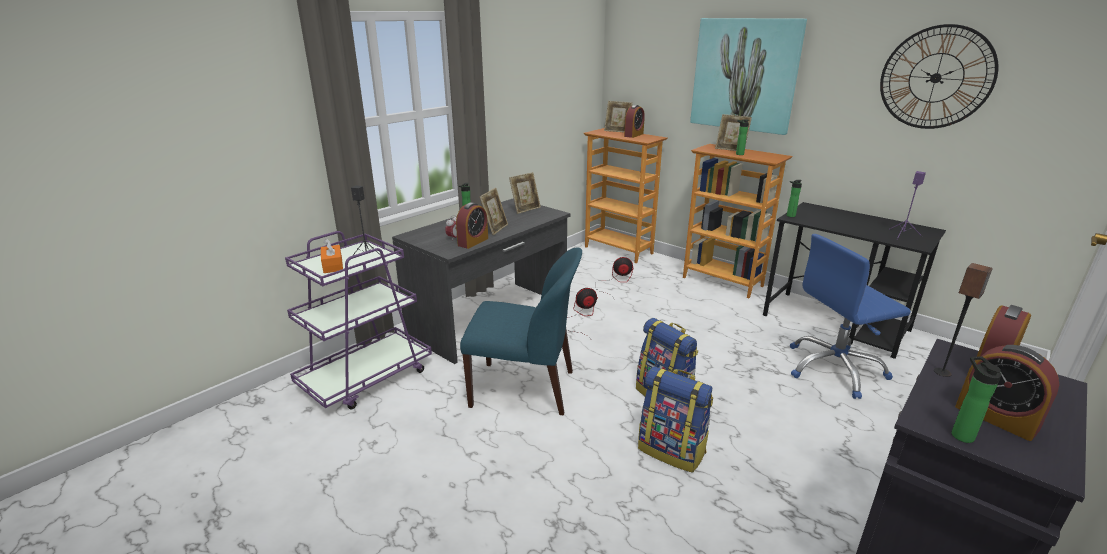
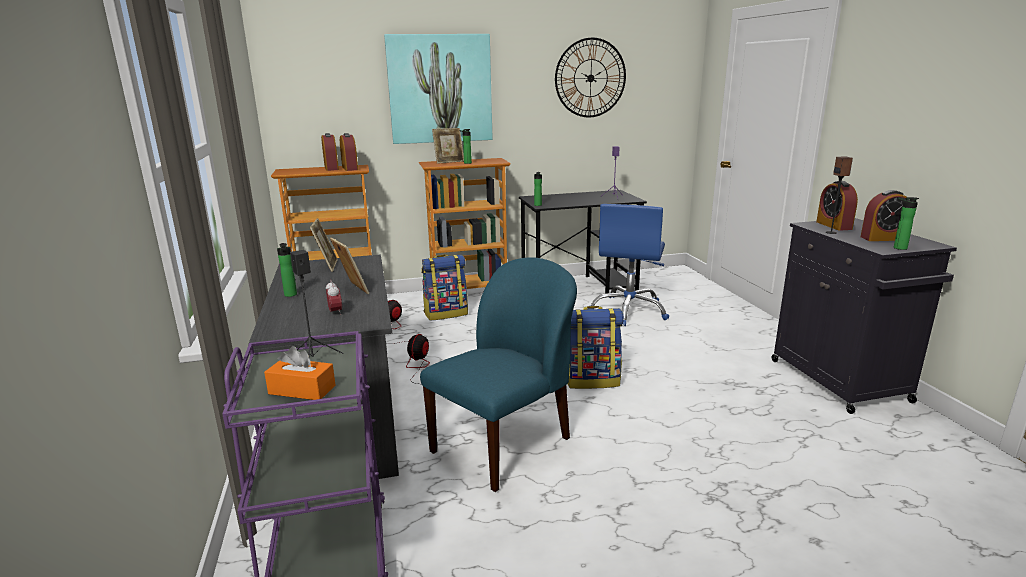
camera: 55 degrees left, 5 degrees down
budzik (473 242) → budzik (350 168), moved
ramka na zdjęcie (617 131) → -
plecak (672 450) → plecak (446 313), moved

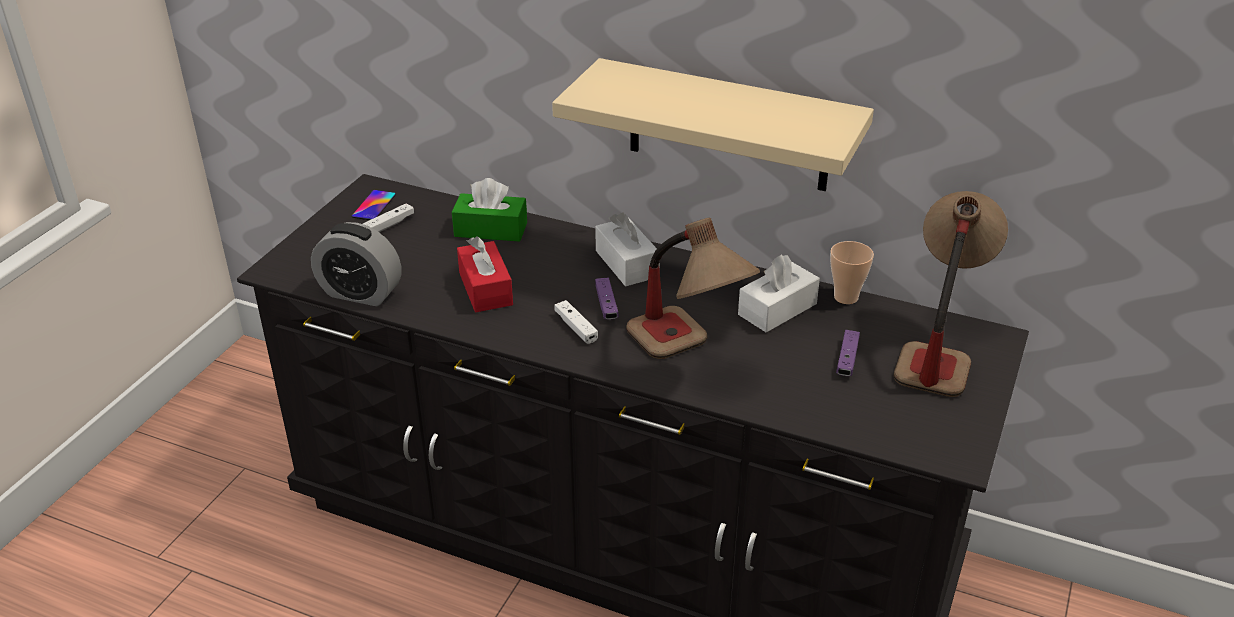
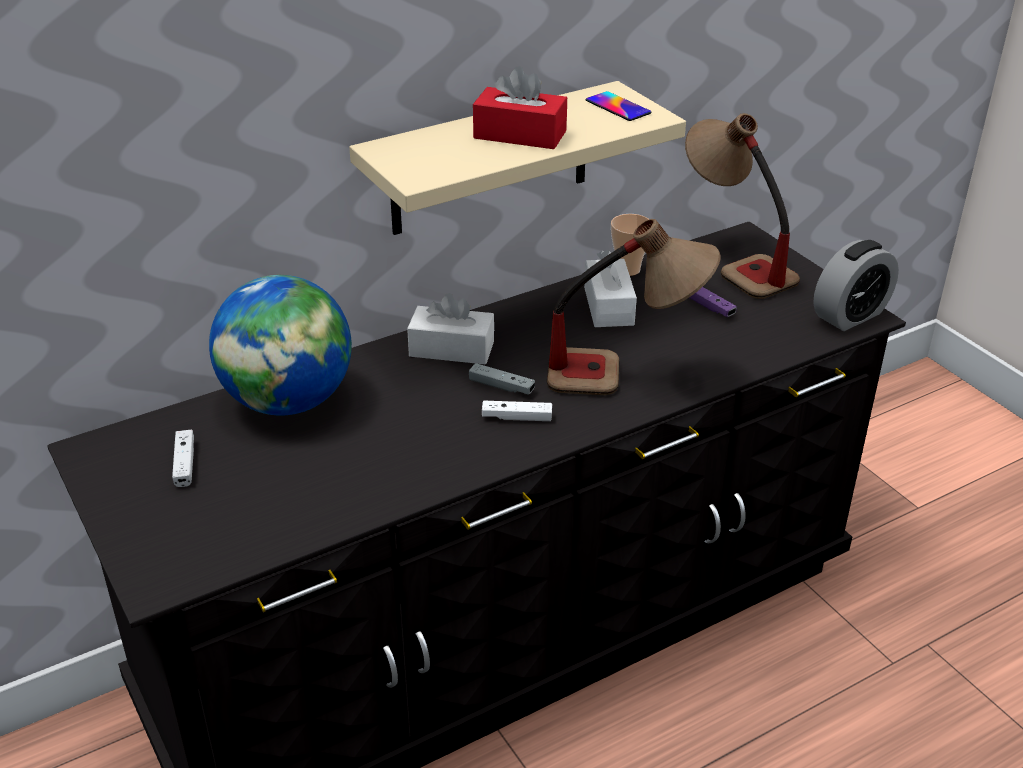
camera: 55 degrees left, 0 degrees up
budzik (360 293) → budzik (850 315), moved
telefon (374 206) → telefon (618 107), moved
pudełko chusteczek/zielony (491 229) → globus (288 401)
pudełko chusteczek/czerwony (485 289) → pudełko chusteczek/czerwony (520 135), moved
pad do gier/fioletowy (606 305) → pad do gier/szary (501 386)

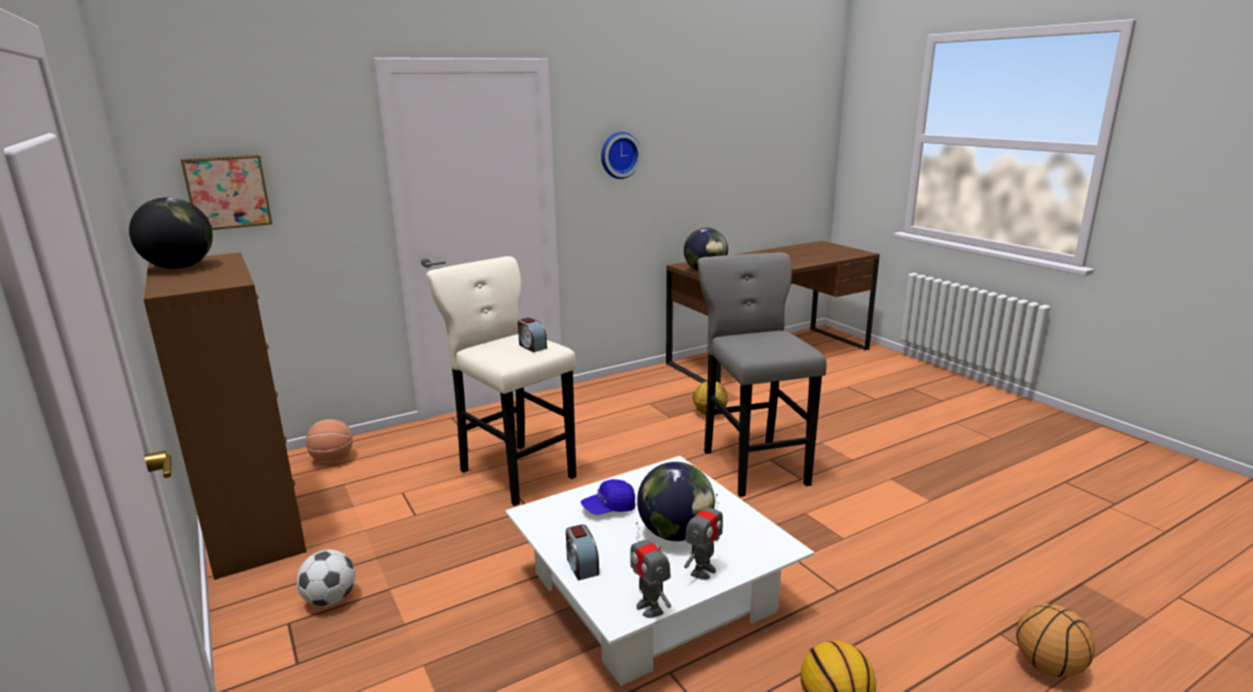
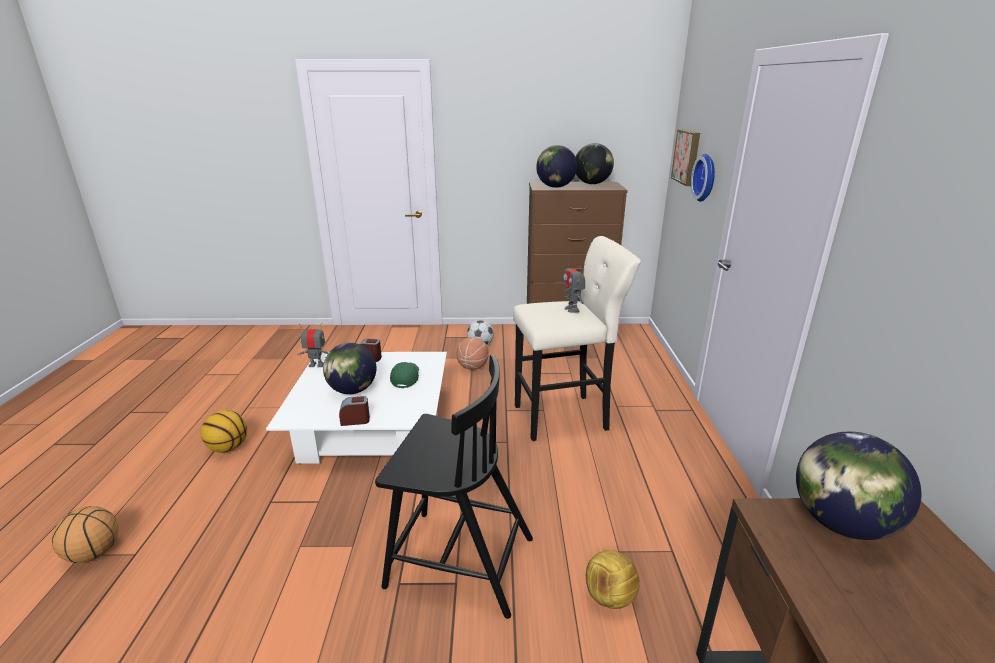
camera: 120 degrees right, 5 degrees up
piłka do koszykówki (333 459) → piłka do koszykówki (472 367), moved
budzik (532 346) → budzik (355 420), moved
czapka z daszkiem/niebieski (609 508) → czapka z daszkiem/zielony (405 379)
zegar ścienny (619 155) → zegar ścienny (706 177), moved
robot zabawkowy (703 571) → robot zabawkowy (572 309), moved
stołek/szary (753 465) → krzesło/czarny (457 560)
- → globus (555 187)

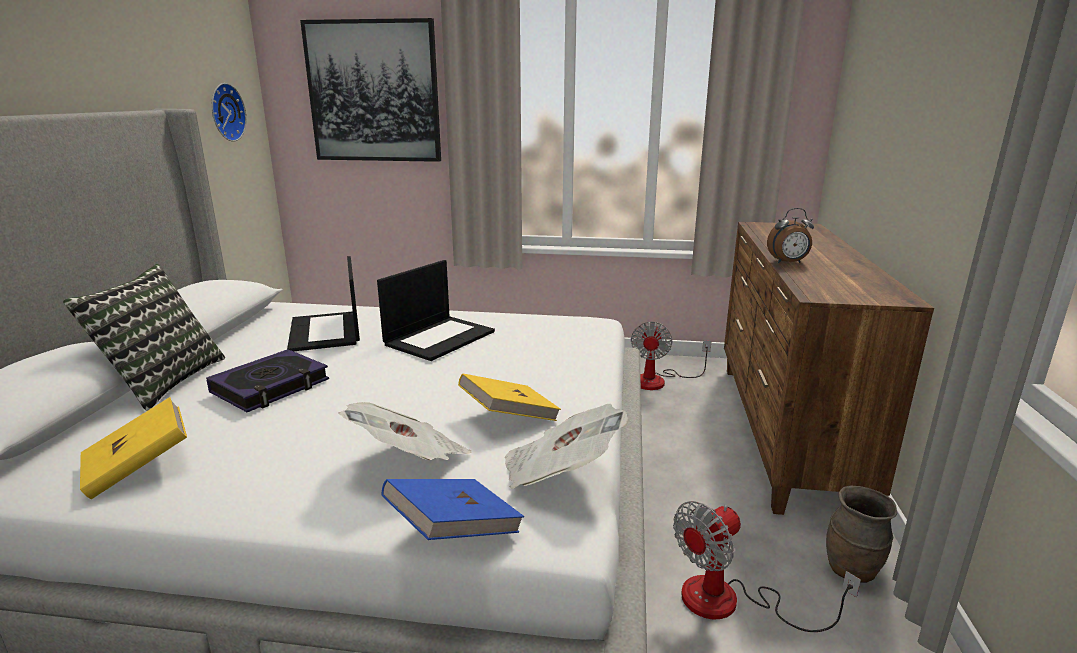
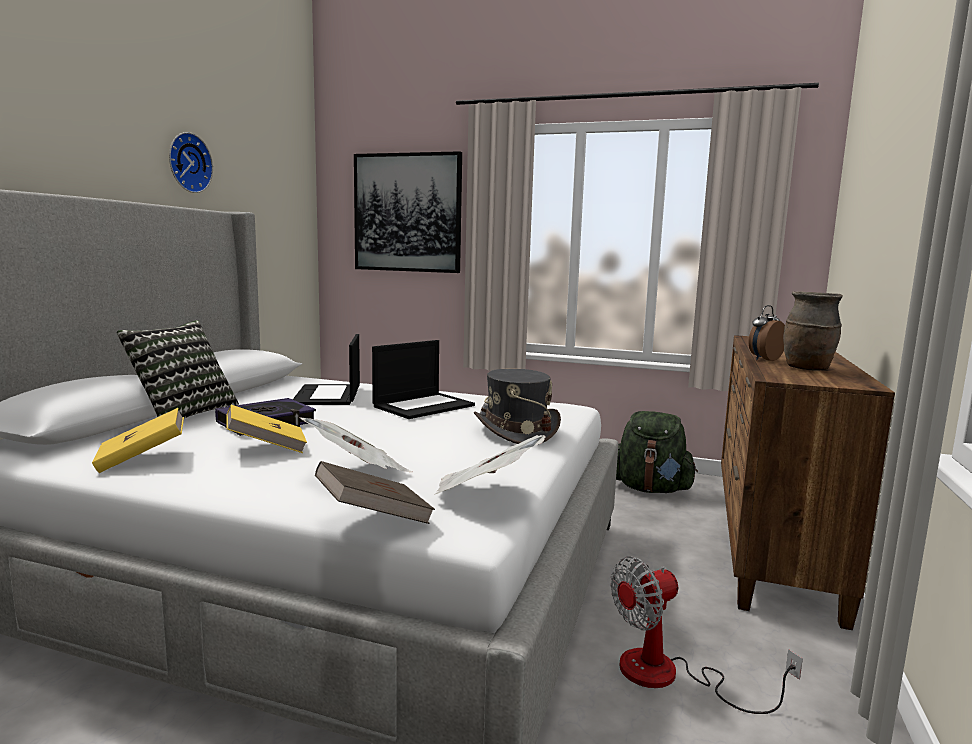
camera: 10 degrees right, 10 degrees down
zegar ścienny (225 112) → zegar ścienny (187 163), moved
książka/niebieski (454 531) → książka/brązowy (374 517)
książka/żółty (509 417) → książka/żółty (266 447), moved
wentylator (659 380) → plecak/zielony (650 489)
budzik (788 263) → budzik (763 359), 135 degrees clockwise
wazon/brązowy (852 571) → wazon/brązowy (807 369), moved
- → kapelusz/szary (515 431)

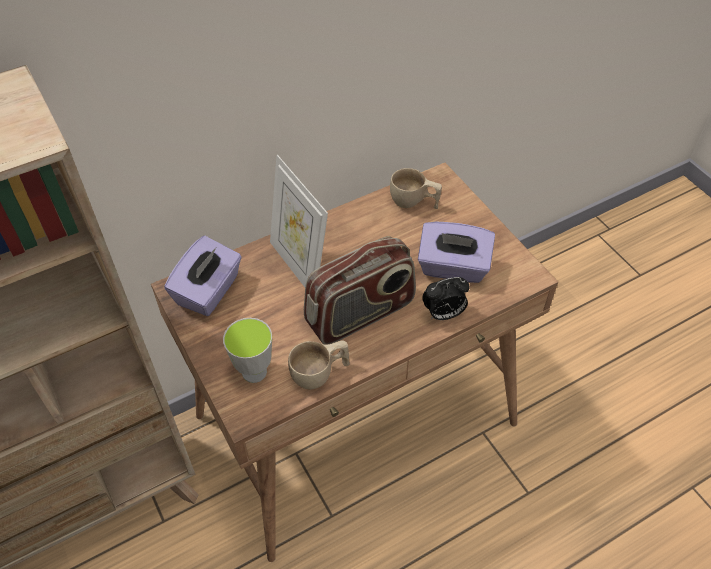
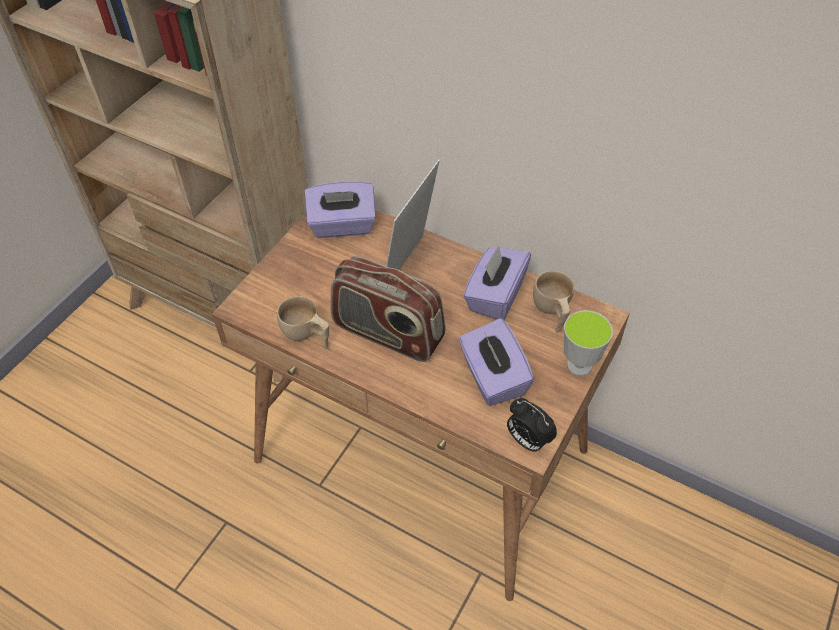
camera: 60 degrees right, 0 degrees up
filiżanka (254 372) → filiżanka (579 365), moved
budzik (443 314) → budzik (527 440), moved
- → pudełko chusteczek/fioletowy (495 296)

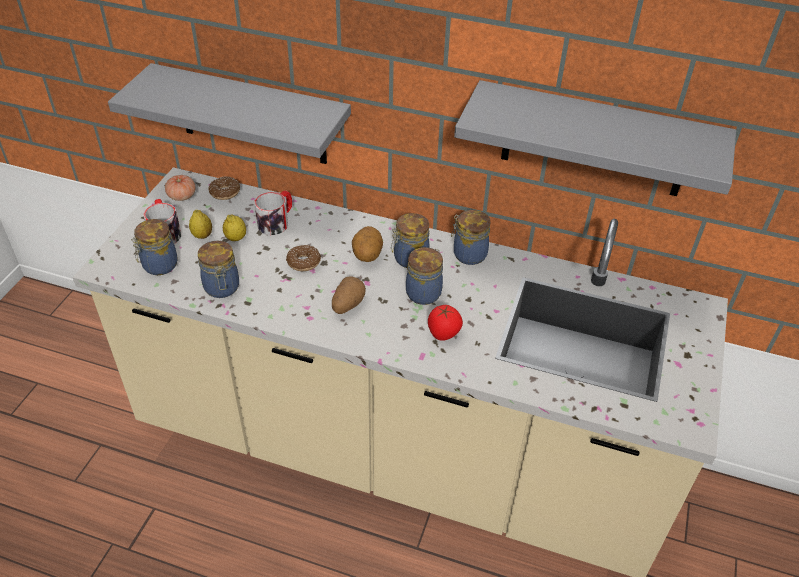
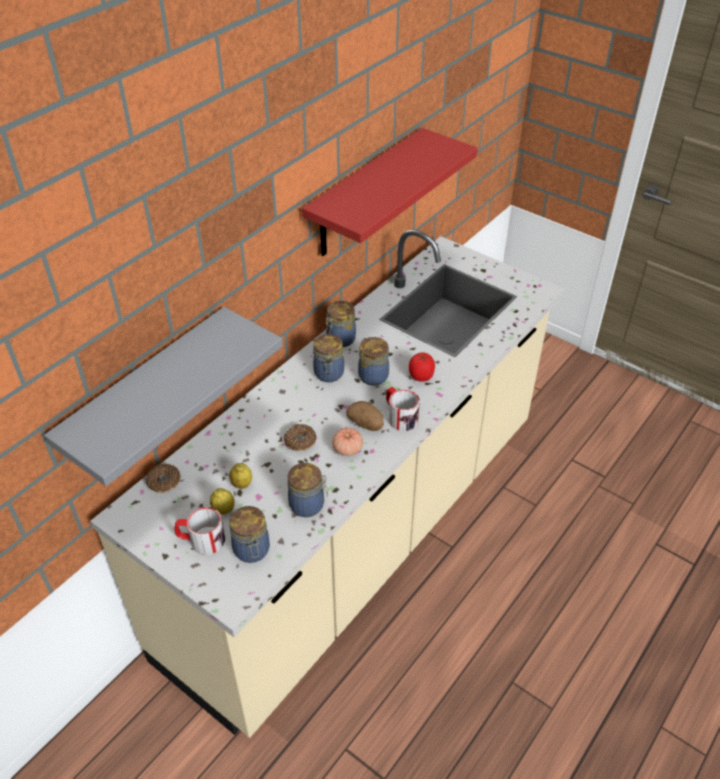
camera: 70 degrees left, 0 degrees up
pomidor (182 196) → pomidor (347 449), moved
kubek (277 221) → kubek (399 416), moved
ziemniak (367 255) → -
półka/szary (595 140) → półka/czerwony (365 194)

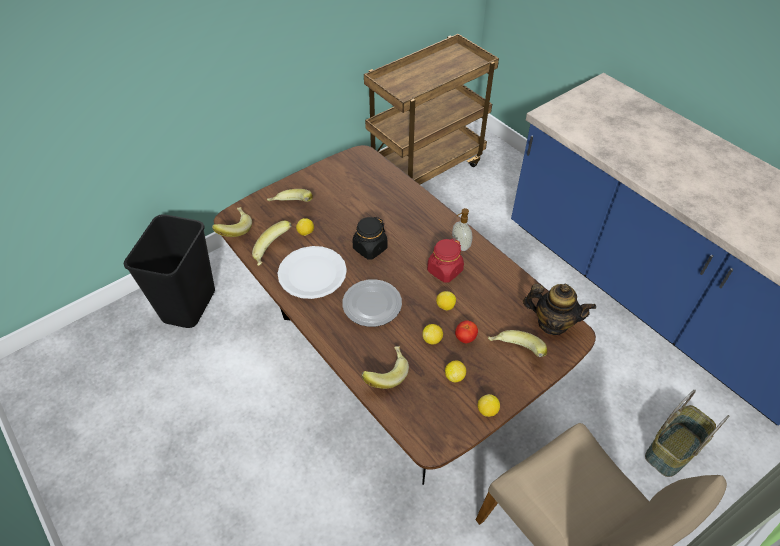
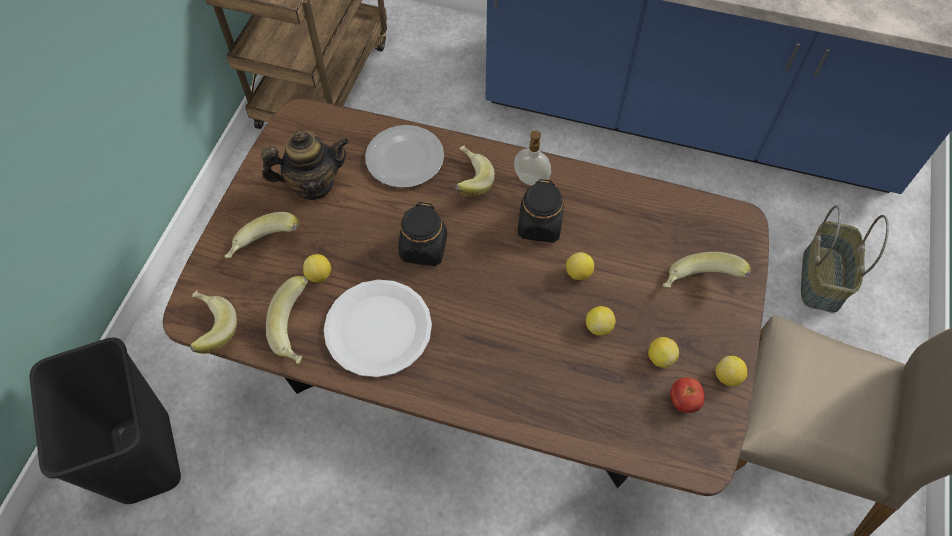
camera: 35 degrees left, 10 degrees up
talerz (372 305) → talerz (405 159), moved
banan (385 373) → banan (467 181), moved
słoik/czerwony (444 271) → słoik/czarny (539 226)
pomidor (465 338) → pomidor (683 401), moved
imbryk (552 323) → imbryk (313 184), moved

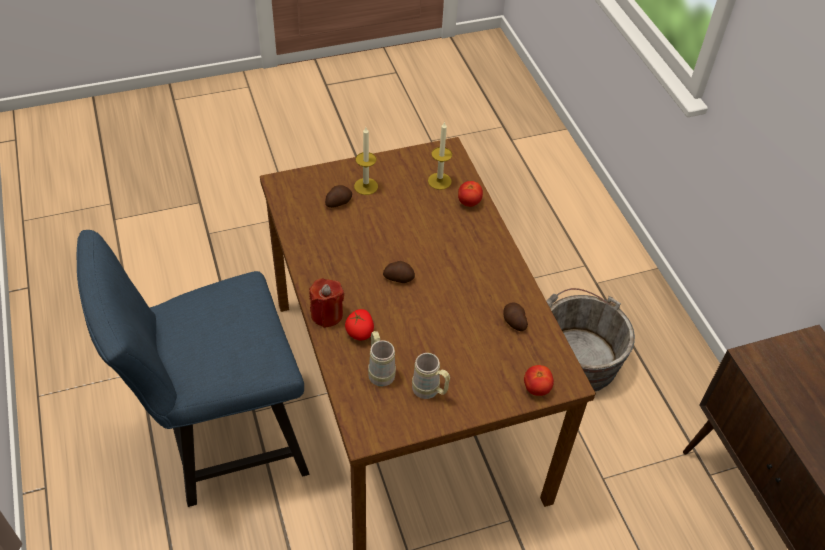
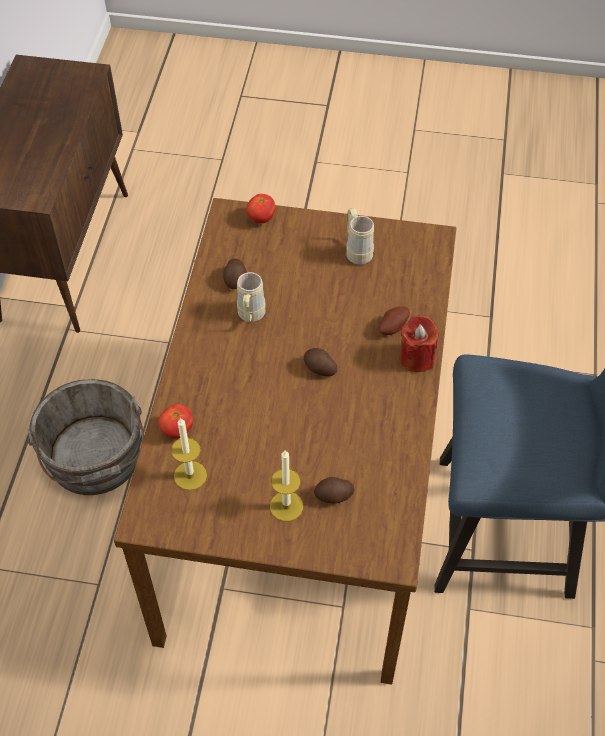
camera: 150 degrees left, 5 degrees up
pomidor (360 332) → ziemniak (392 327)
kubek/beżowy (380 371) → kubek/beżowy (250 316), moved

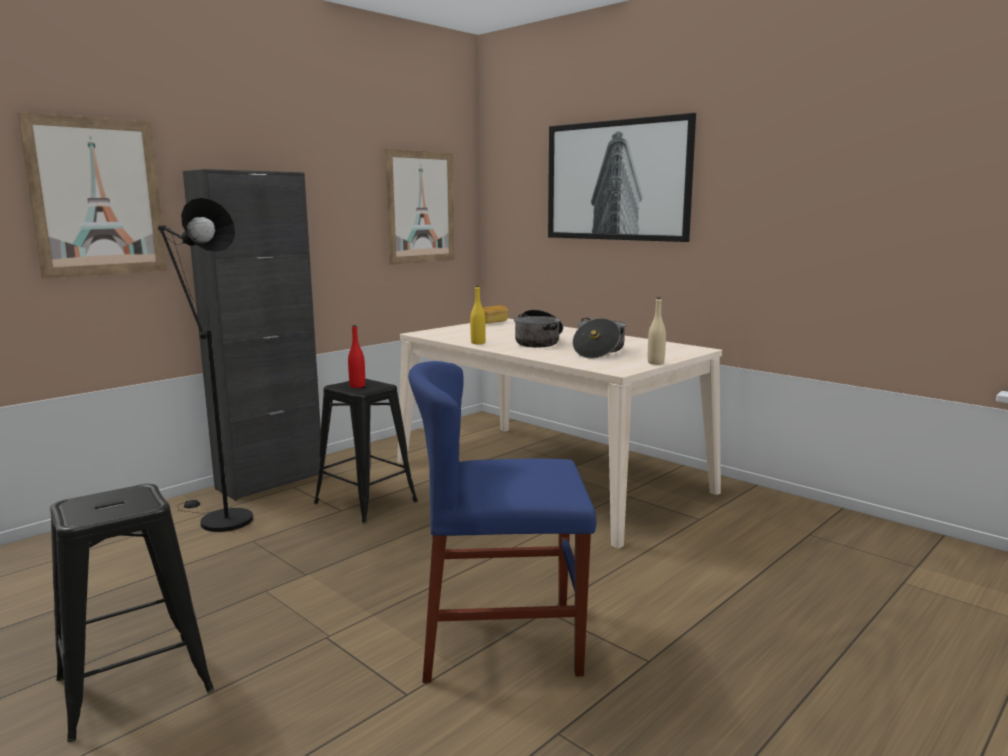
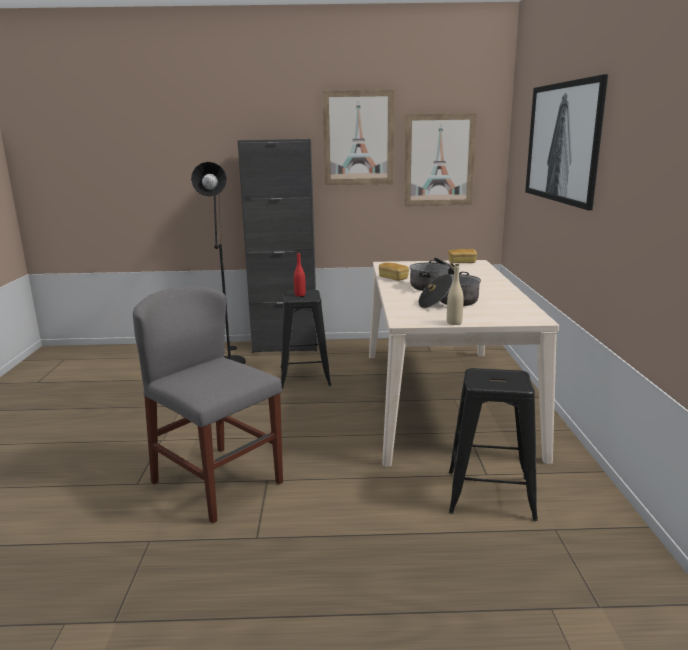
camera: 45 degrees right, 5 degrees up
obraz (97 197) → obraz (358 138), moved
stołek/czarny (136 684) → stołek/czarny (491 495), moved
krzesło/niebieski (501 640) → krzesło/szary (217 482)
butelka/żółty (478 343) → chleb (393 278)

